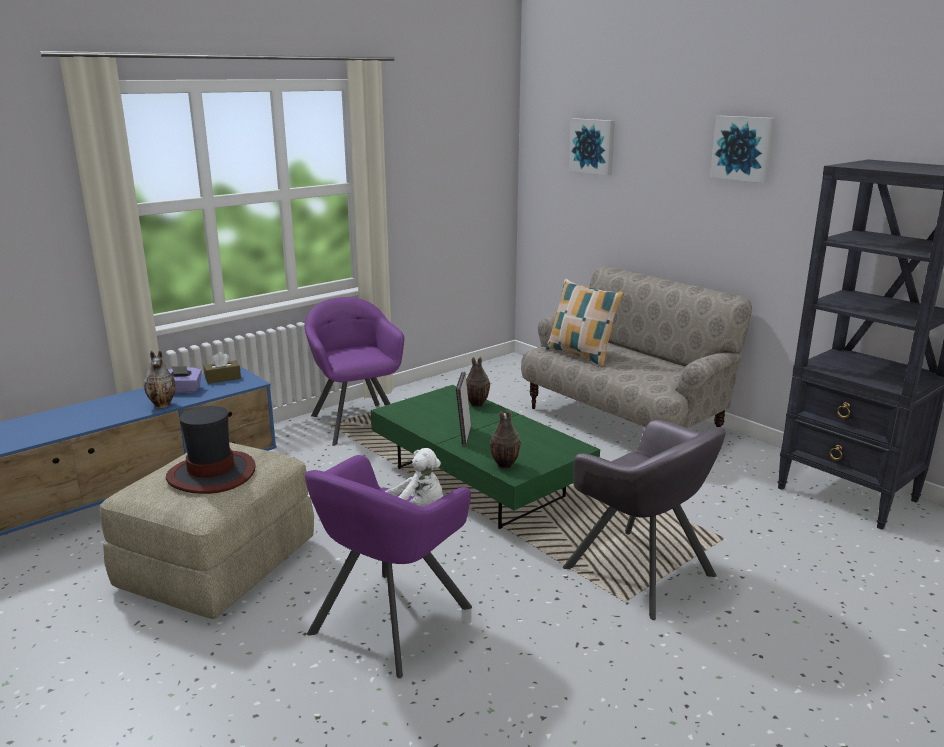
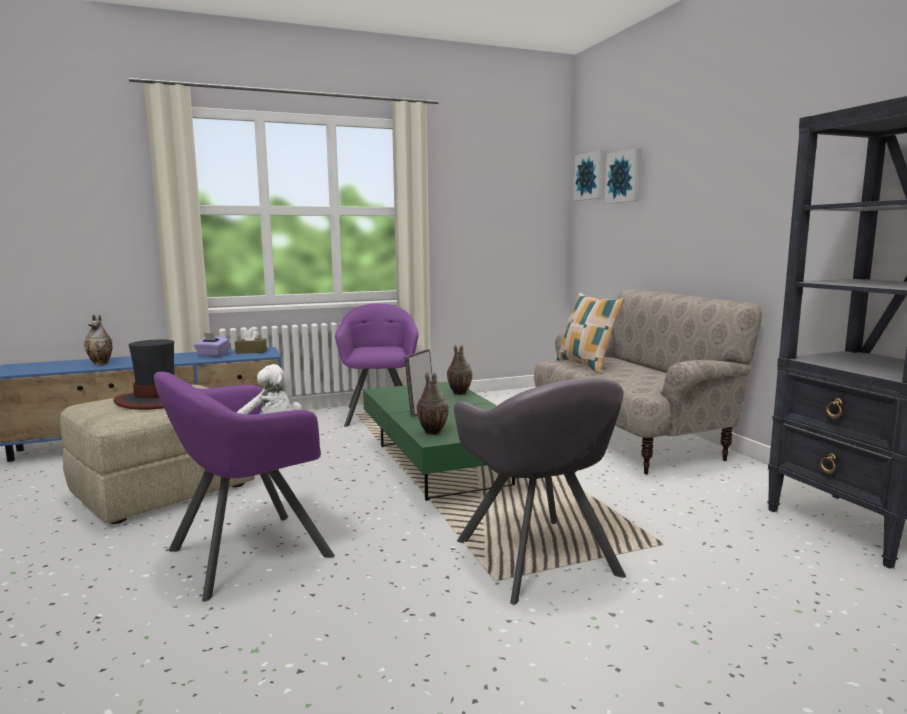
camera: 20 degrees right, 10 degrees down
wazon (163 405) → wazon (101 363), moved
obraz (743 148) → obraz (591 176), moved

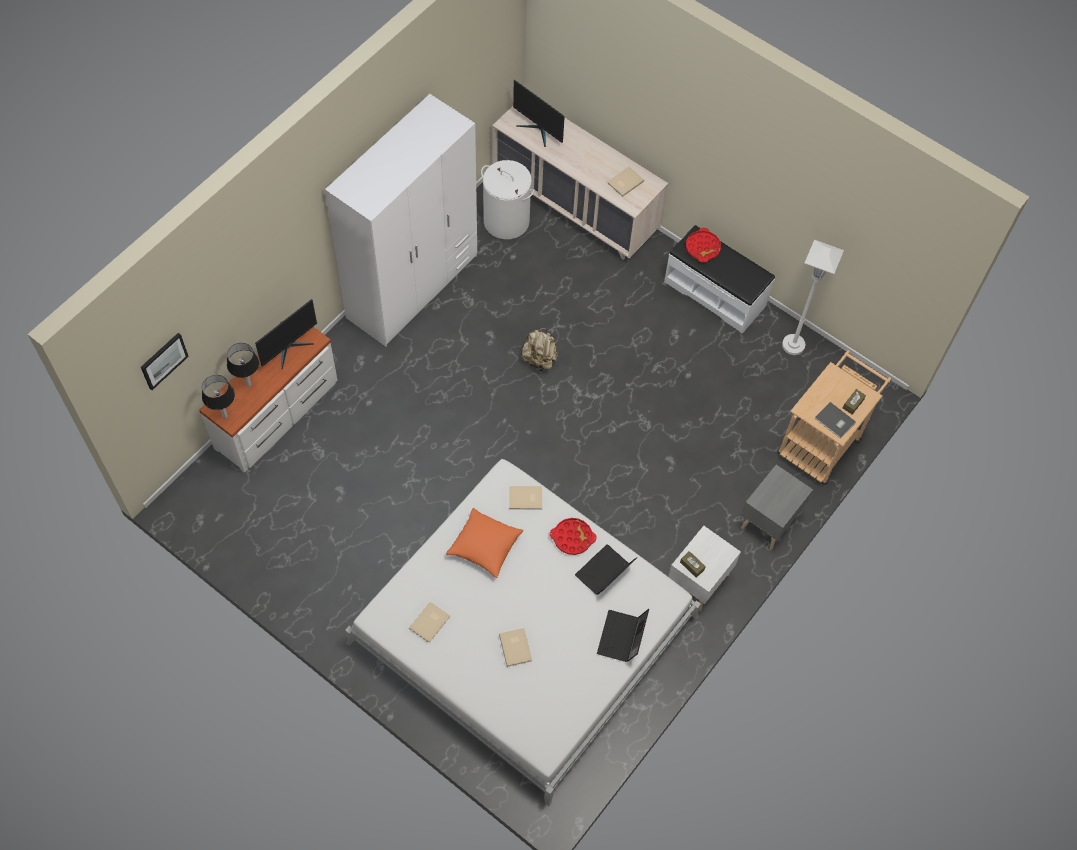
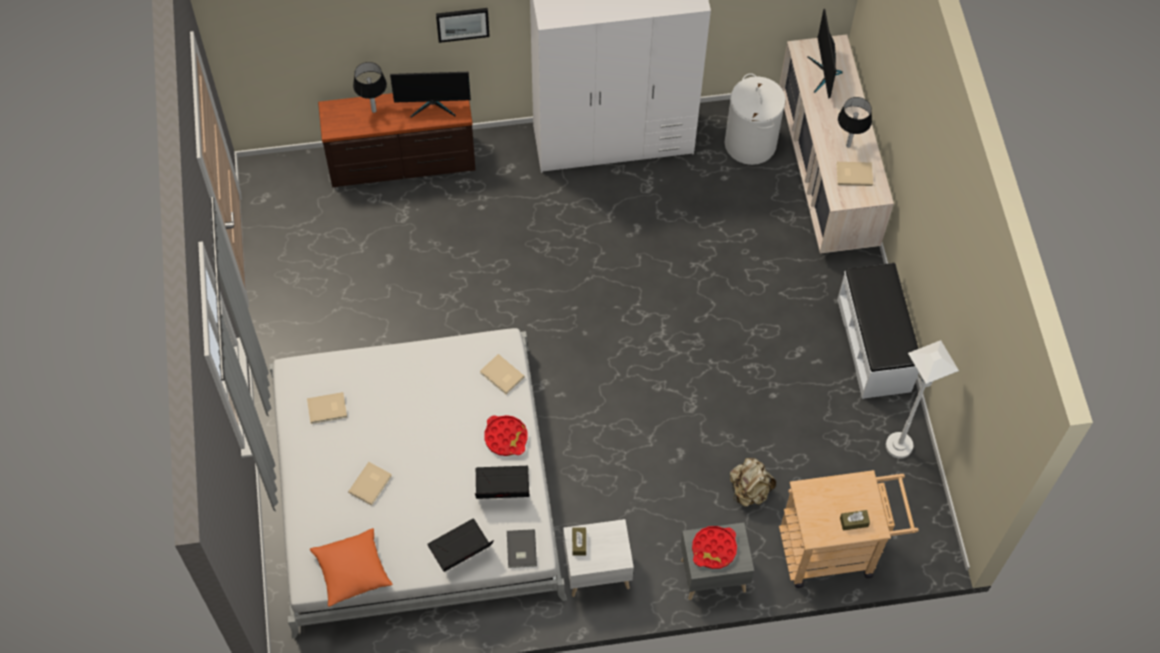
camera: 45 degrees right, 0 degrees up
obraz (163 360) → obraz (462 24), moved
komoda/biały (277 415) → komoda/brązowy (402 162)
lampa stołowa (225 416) → lampa stołowa (848 145), moved
poduszka/pomarańczowy (484 546) → poduszka/pomarańczowy (352 571), moved
plecak/beżowy (539 359) → plecak/beżowy (749 490), moved
taca/czerwony (703 247) → taca/czerwony (714 549), moved
książka/szary (834 421) → książka/szary (520 549), moved

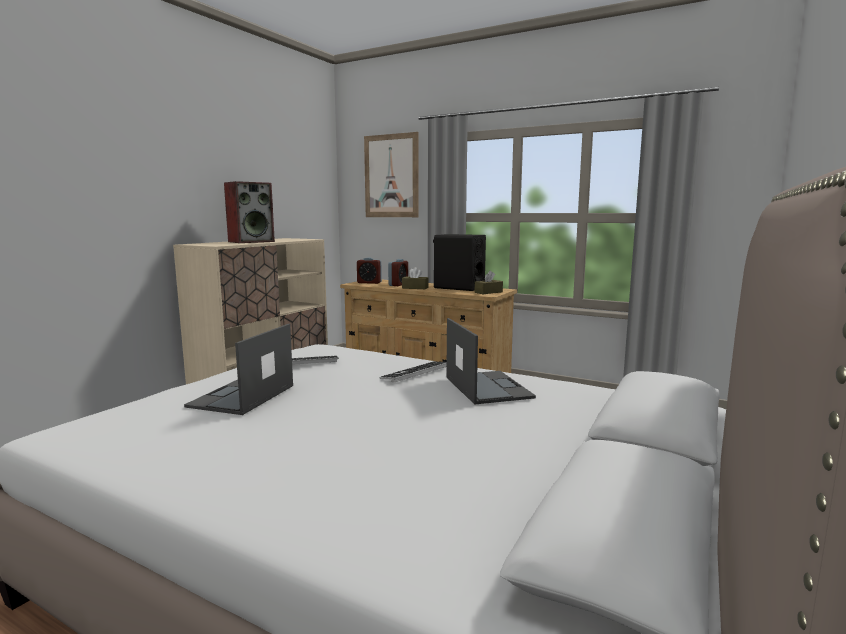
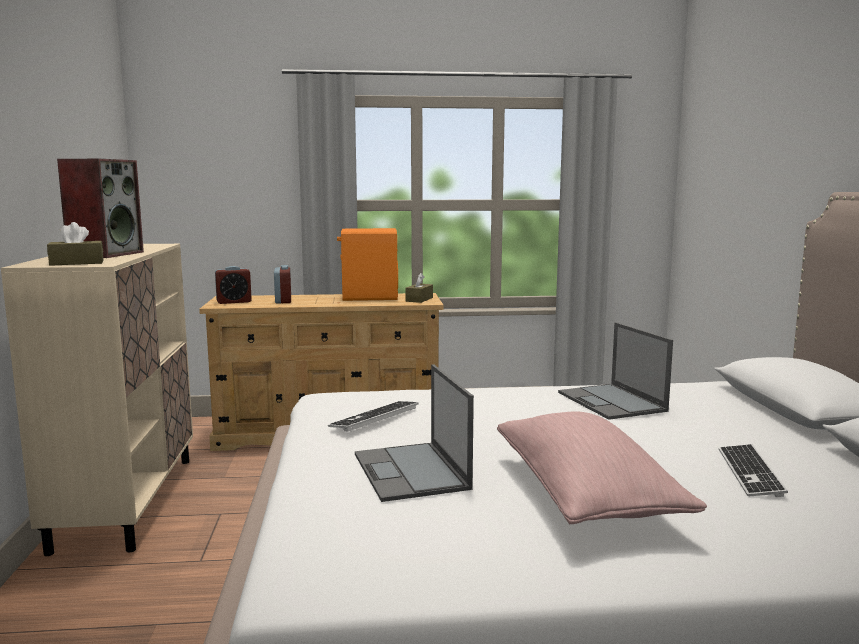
camera: 35 degrees left, 0 degrees up
obraz (391 176) → -
klawiatura (415 372) → klawiatura (750 472), moved
pudełko chusteczek/brązowy (415 288) → pudełko chusteczek/brązowy (77 263), moved
głośnik/czarny (459 288) → głośnik/pomarańczowy (369 297)
laptop (487 387) → laptop (612 402), 150 degrees counterclockwise
- → poduszka/różowy (585 495)

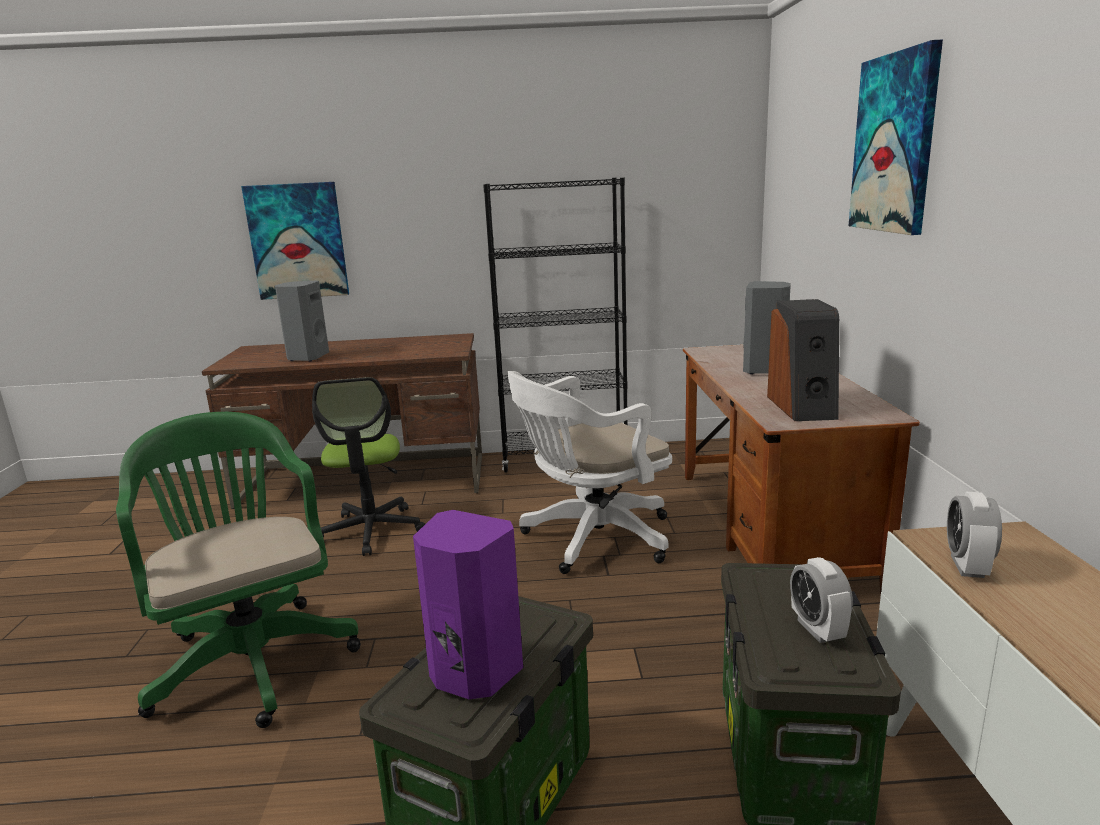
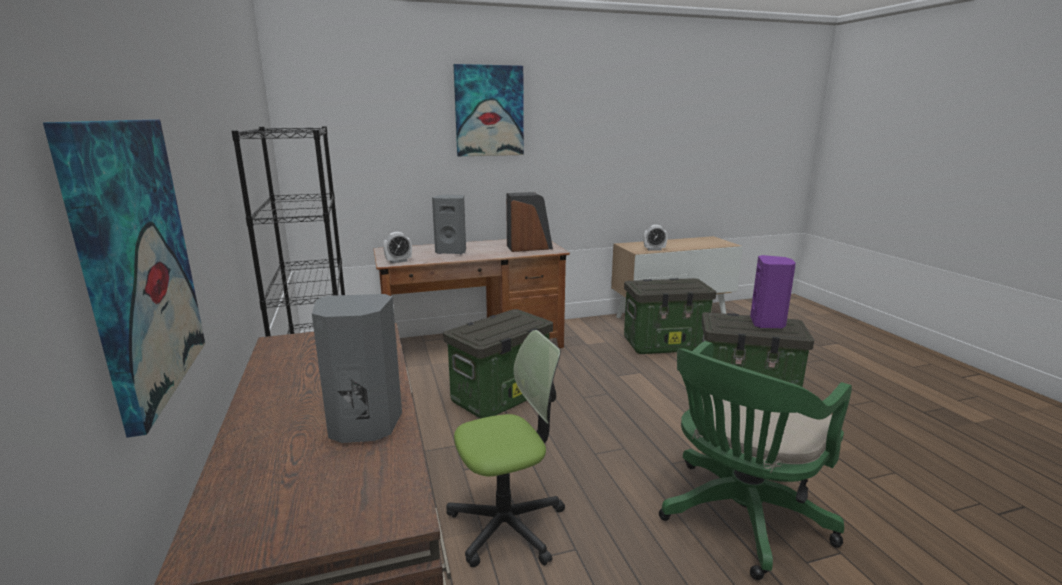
camera: 105 degrees left, 0 degrees up
krzesło biurowe/biały (591 539) → pojemnik do przechowywania (500 398)
budzik (817 629) → budzik (398 261), moved

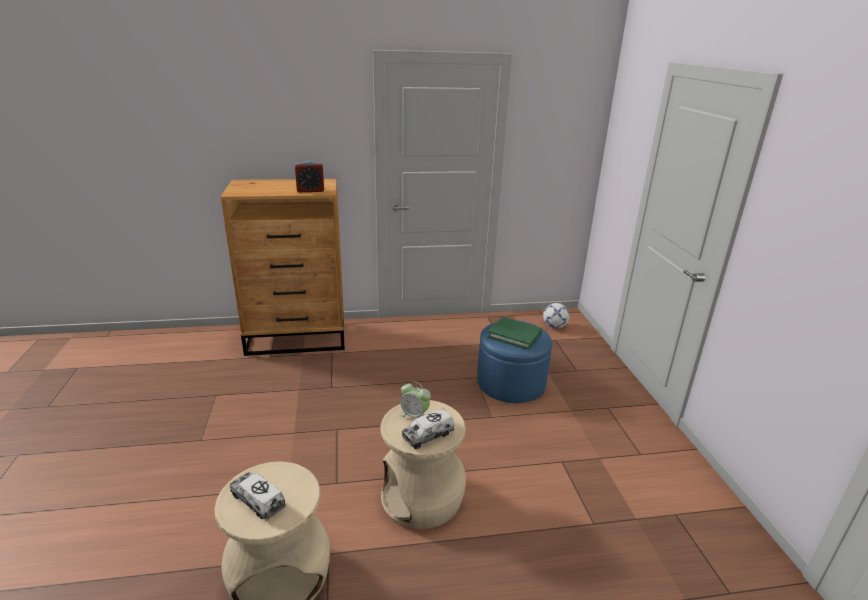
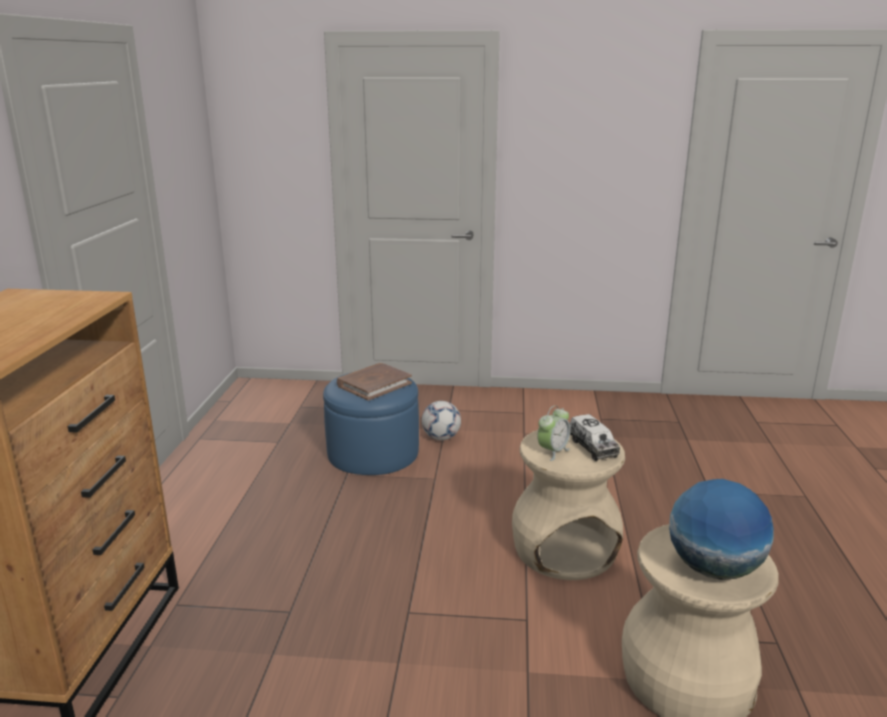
camera: 75 degrees left, 5 degrees down
ciężarówka zabawkowa (258 501) → globus (713 569)
budzik (310 190) → -
książka/zielony (515 335) → książka/brązowy (374 384)
piłka futbolowa (554 326) → piłka futbolowa (441 438), moved

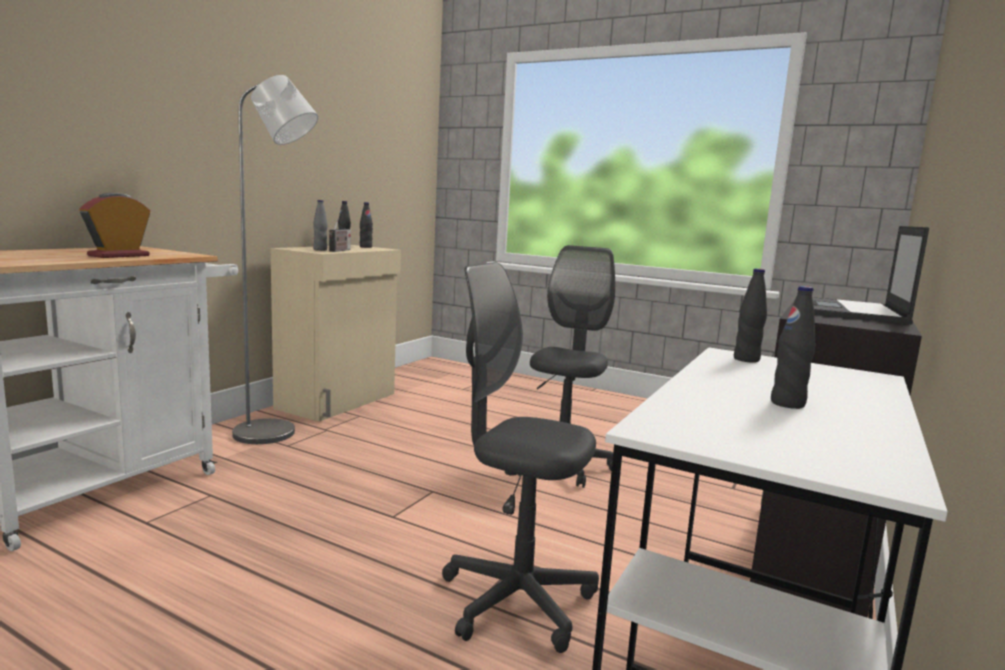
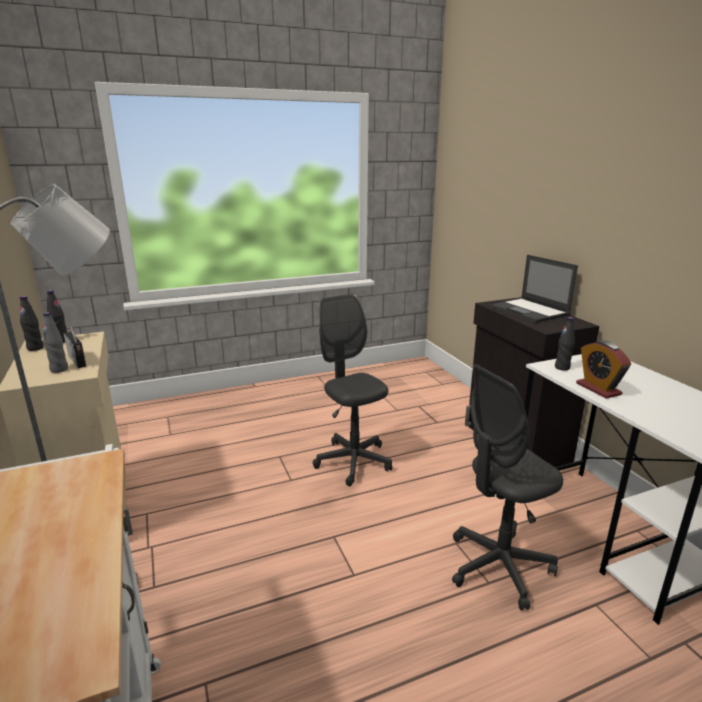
camera: 50 degrees left, 10 degrees up
budzik (119 256) → budzik (598 389), moved
butelka/czarny (787 404) → -

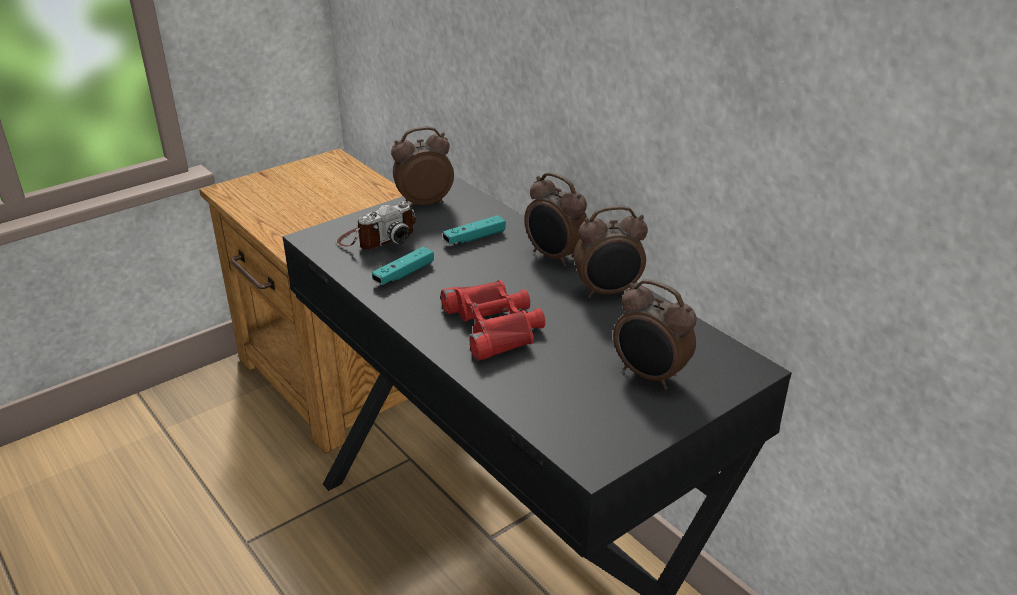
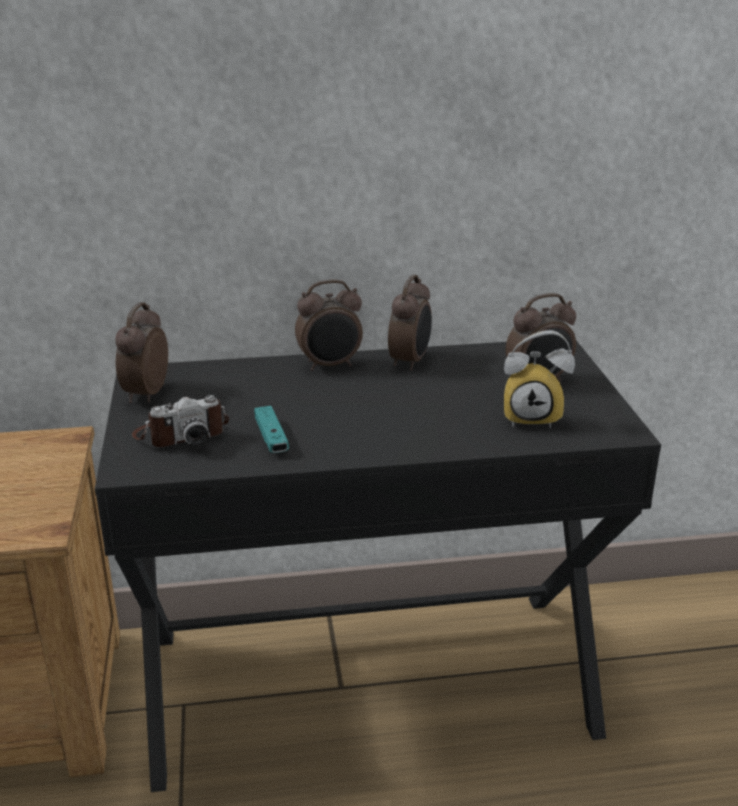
camera: 60 degrees left, 5 degrees down
aparat fotograficzny (378 237) → aparat fotograficzny (181 434), 75 degrees clockwise
lornetka/czerwony (495 326) → -
pad do gier/turkusowy (474 238) → -
- → budzik (533 417)

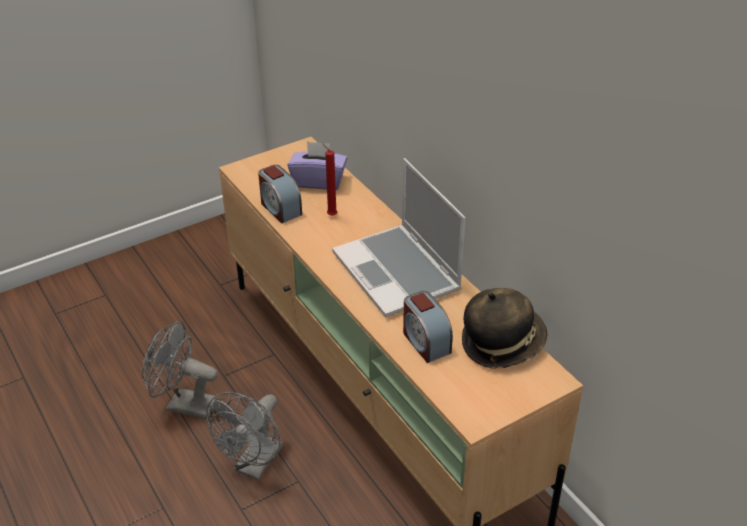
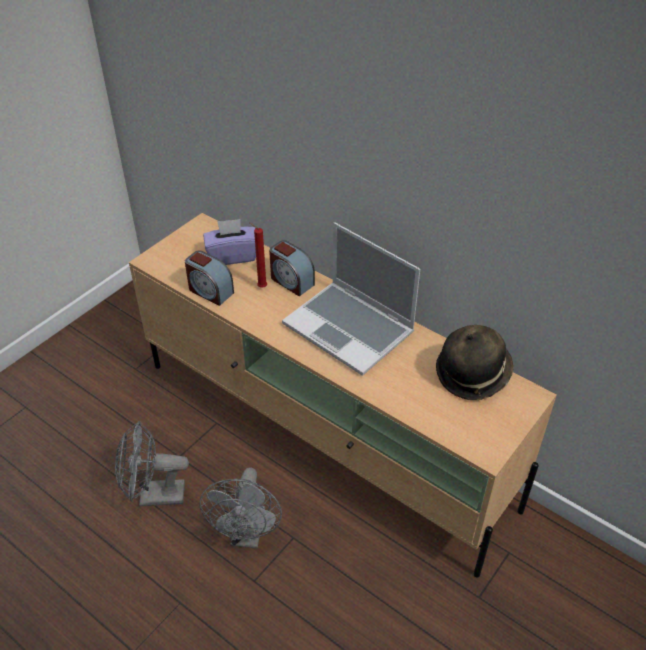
camera: 20 degrees left, 5 degrees up
budzik (425 342) → budzik (291 281), moved

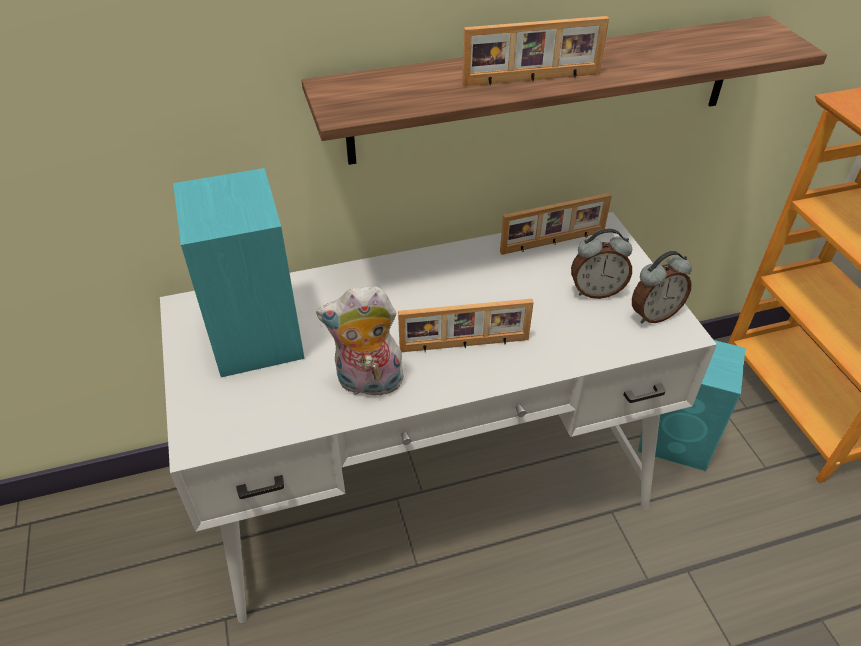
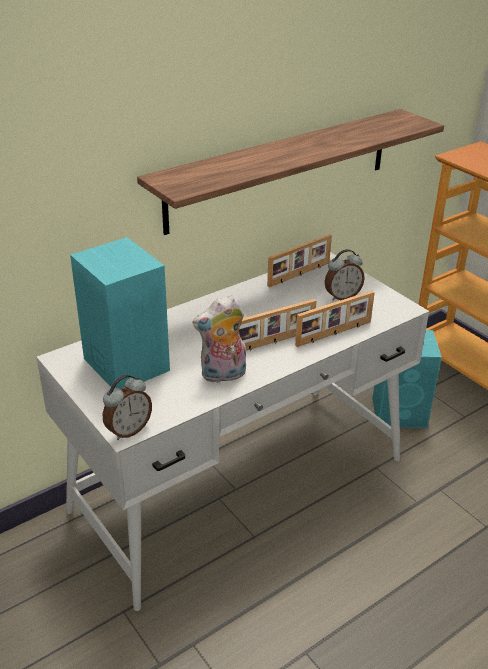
camera: 20 degrees left, 10 degrees down
ramka na zdjęcie (532 80) → ramka na zdjęcie (334 334), moved
budzik (653 314) → budzik (128 430), moved

